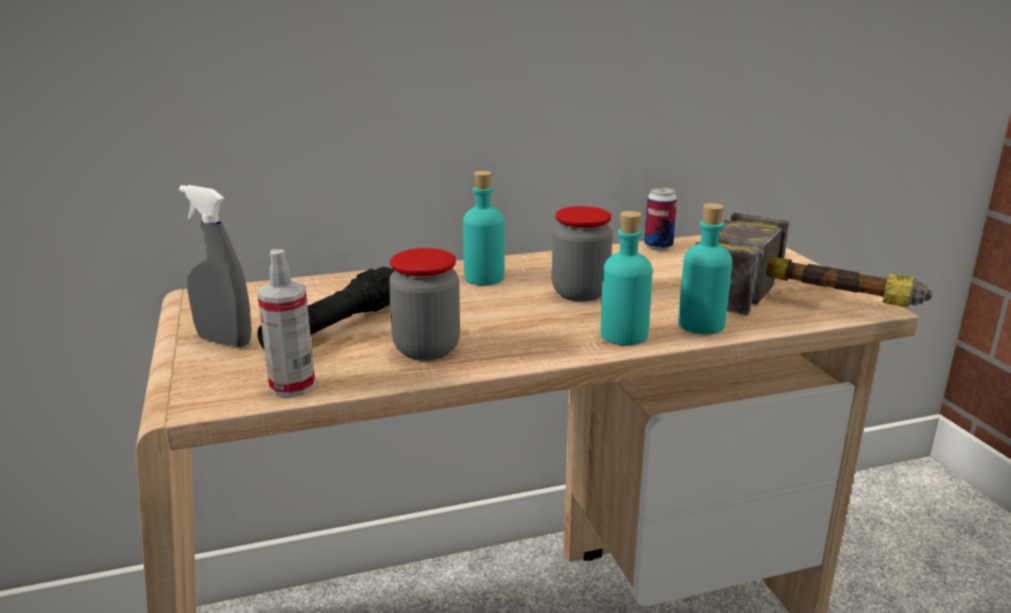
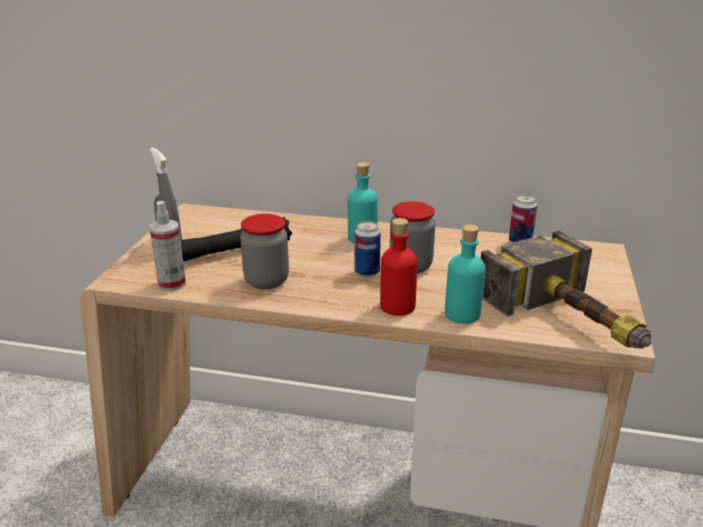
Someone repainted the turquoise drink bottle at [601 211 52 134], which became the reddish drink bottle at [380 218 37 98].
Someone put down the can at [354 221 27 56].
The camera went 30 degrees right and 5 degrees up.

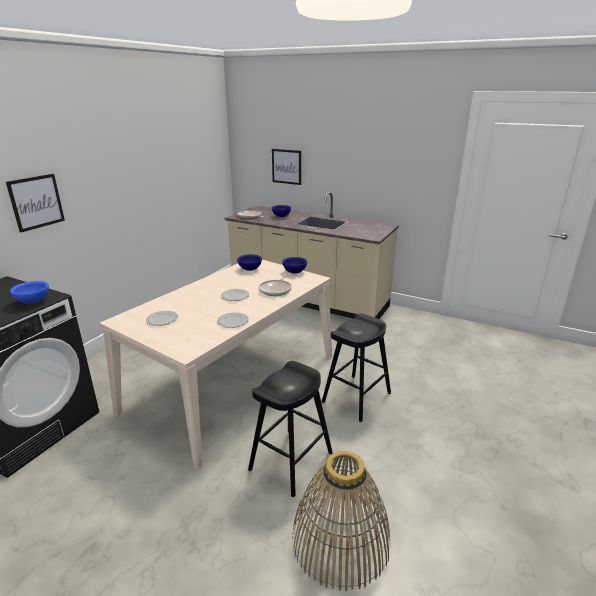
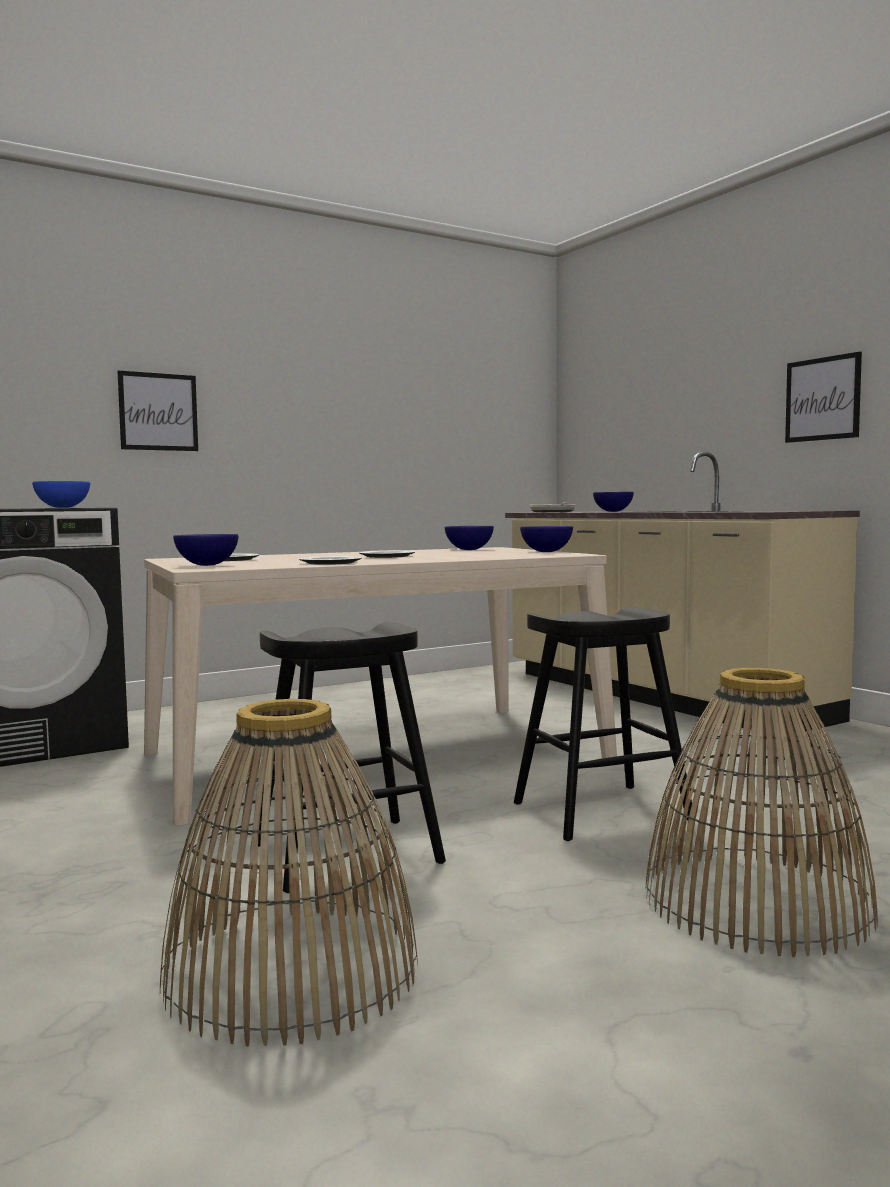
Someone took away the skillet at [259 273 33 23].
Someone carried the picture from [272 149 29 36] to [785 352 77 91].
Someone put down the blue-coloured deep dish at [173 534 66 32].
Someone put down the household basket at [646 668 232 289].
The camera went 30 degrees right and 20 degrees down.

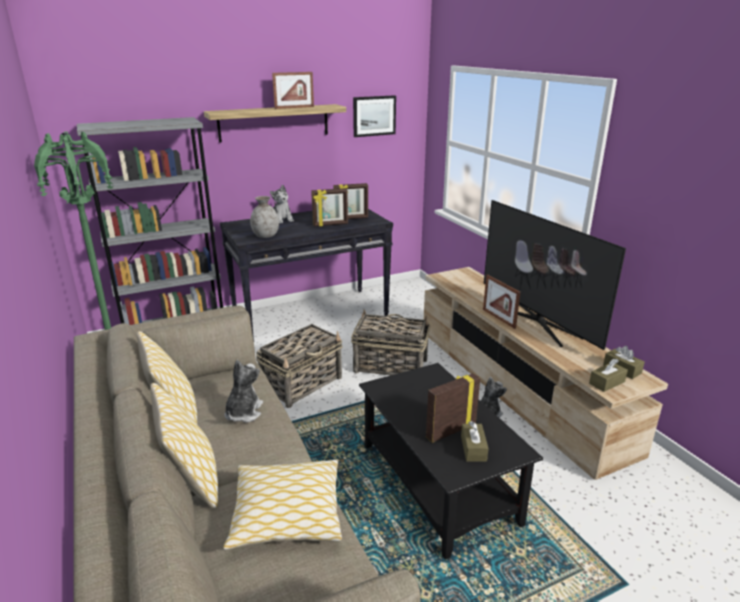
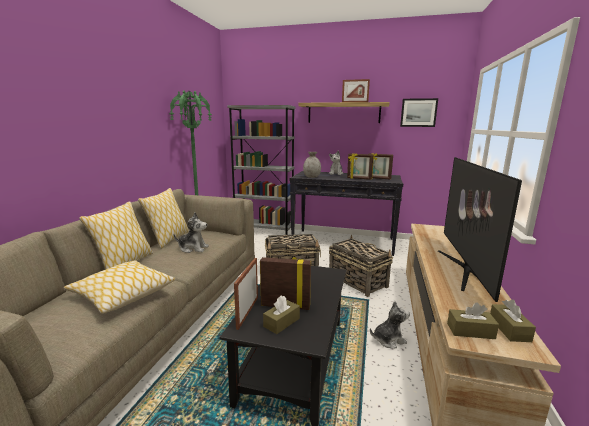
Someone rotated the cuddly toy at [224 360 39 63] by 45 degrees clockwise.
Someone carried the photo frame from [483 275 38 54] to [234 258 24 72].
The camera went 40 degrees right and 10 degrees down.

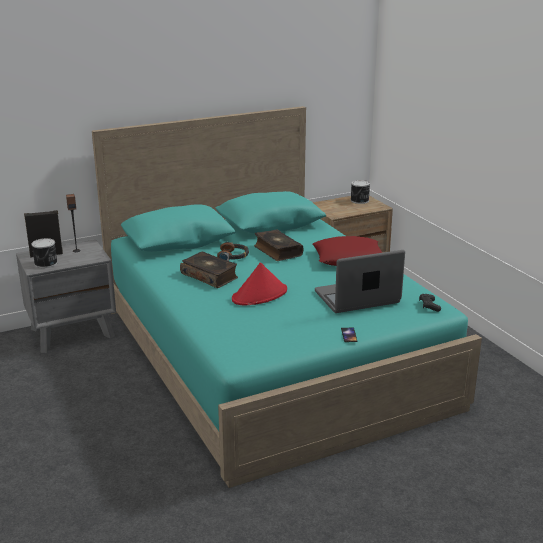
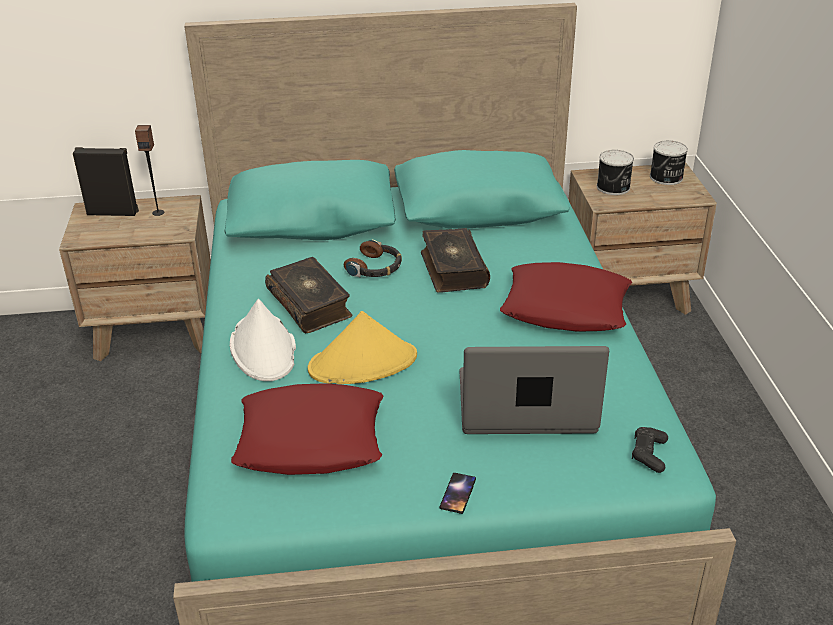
Someone repainted the greyish bedside table at [16 240 100 113], which became the brown-coloured bedside table at [59 195 152 166].
Someone carried the can from [32 238 26 30] to [597 150 37 45].
Someone repainted the reddish wearable hat at [232 262 55 43], which became the yellowish wearable hat at [308 311 109 73].
Someone put down the whitish wearable hat at [230 299 66 82].
Someone put down the reddish throw pillow at [231 383 152 92].
The camera went 20 degrees right and 10 degrees up.

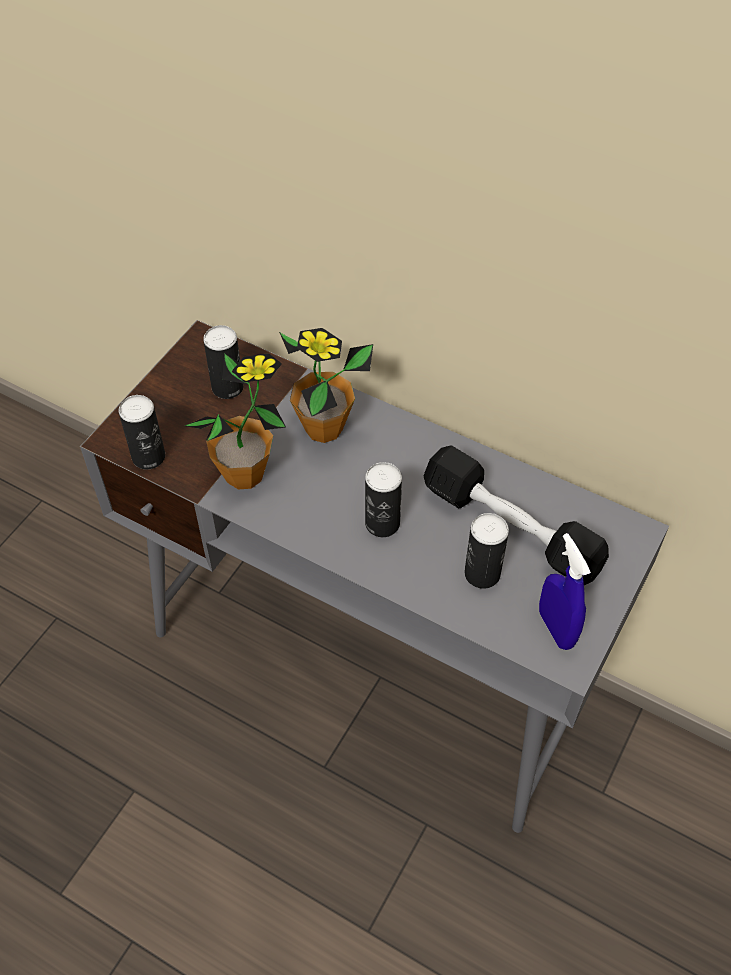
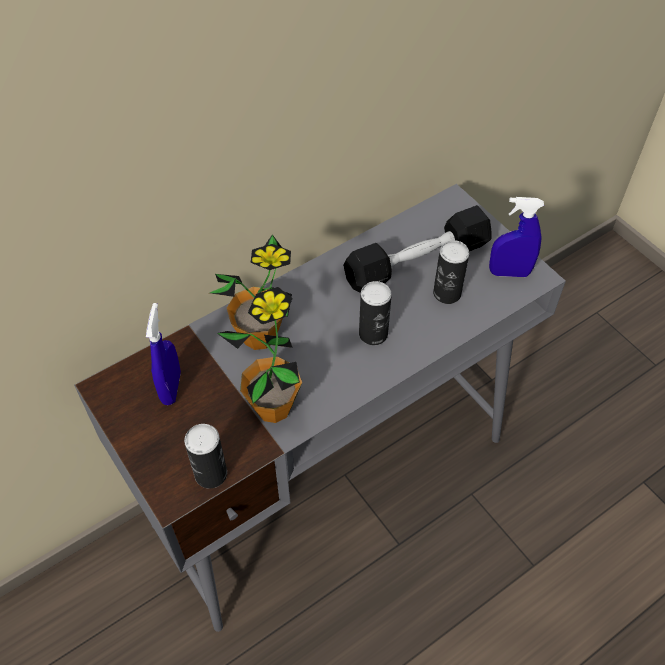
Someone swapped the can at [203 325 41 74] for the blue-coloured spray bottle at [146 303 35 102].
The camera went 65 degrees left and 0 degrees up.

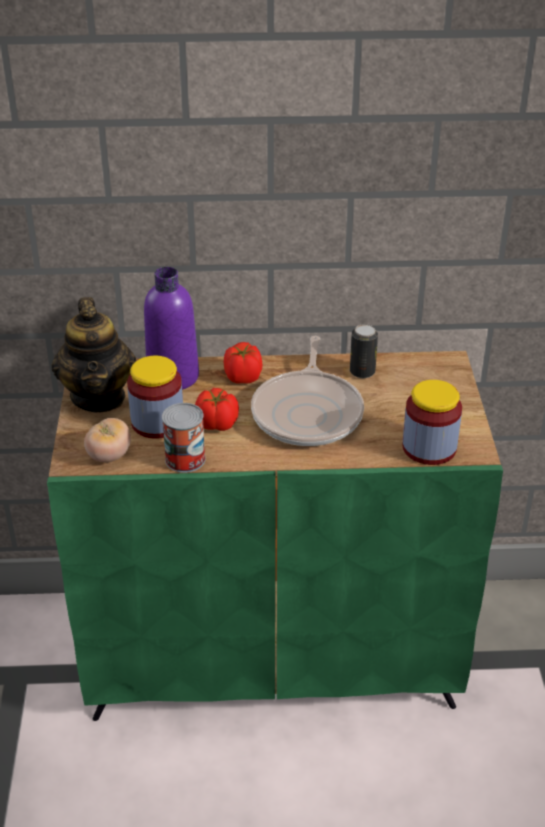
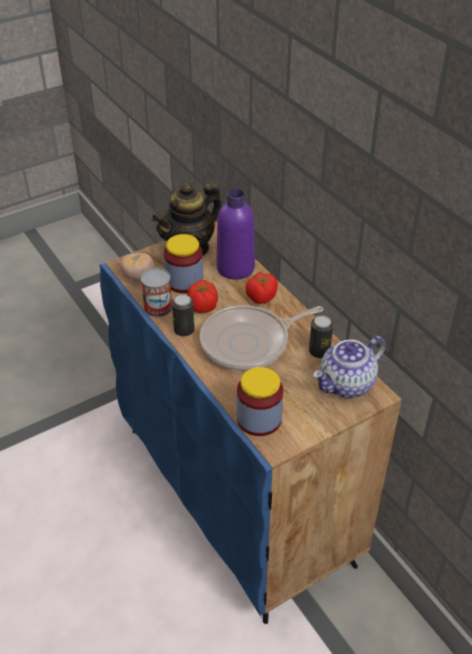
Someone repainted the green-coloured storage cabinet at [47 351 456 370], which became the blue-coloured storage cabinet at [99 222 302 402].
Someone put down the can at [172 294 23 42].
Someone put down the tea pot at [313 336 73 62].
The camera went 60 degrees right and 5 degrees up.

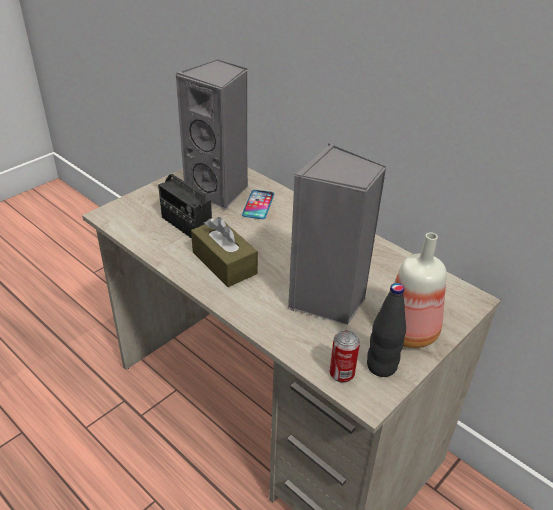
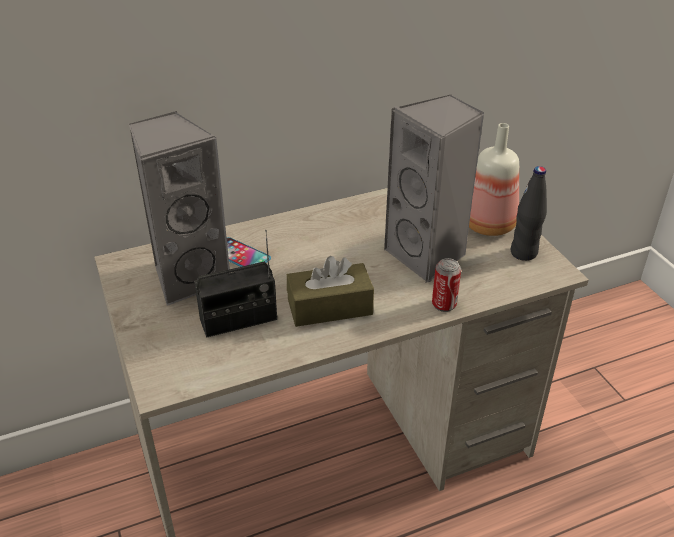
Someone carried the can from [330 330 30 53] to [432 258 29 54].
The camera went 65 degrees left and 0 degrees up.

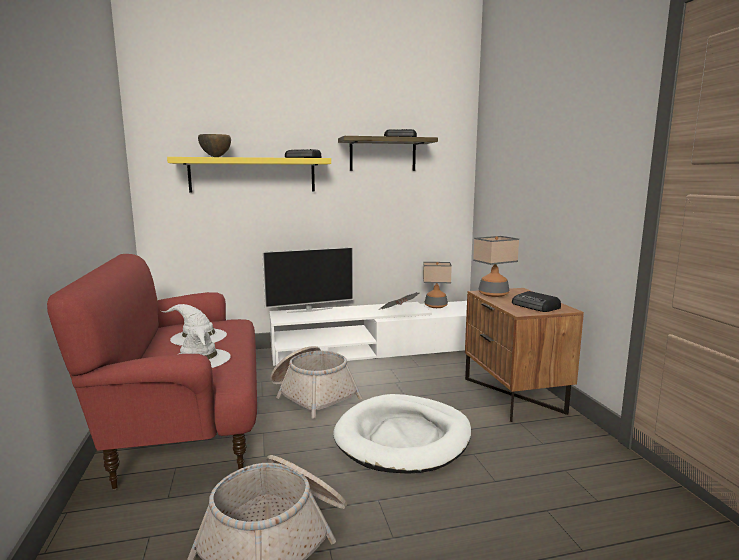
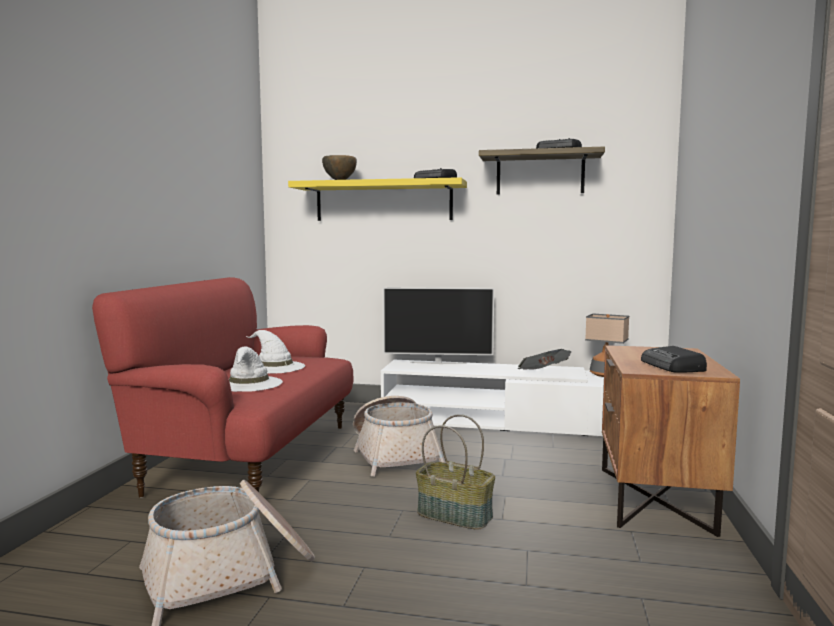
Someone swapped the whitish dog bed at [333 394 138 80] for the household basket at [416 414 79 116].
Someone took away the table lamp at [473 236 46 61].
The camera went 25 degrees right and 5 degrees down.

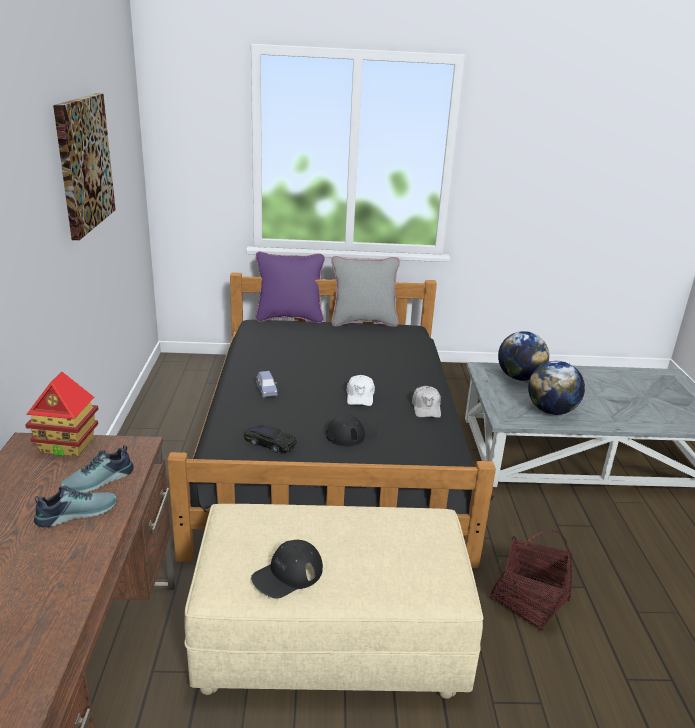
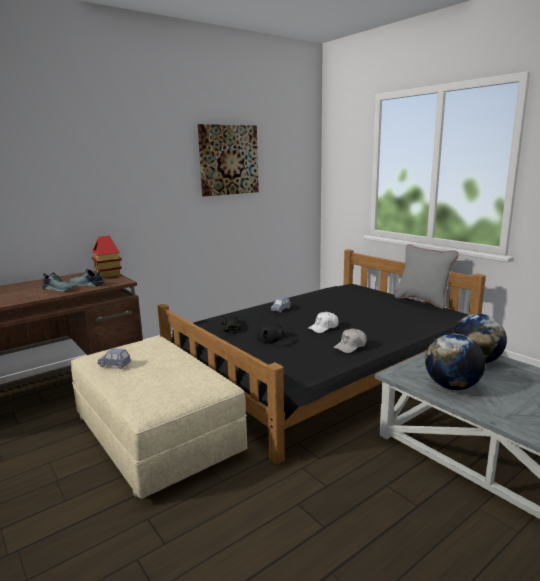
Someone swapped the black-coloured baseball cap at [251 539 72 60] for the blue-coloured model car at [97 348 34 21].
Someone took away the purplish throw pillow at [255 251 70 72].
Someone took away the household basket at [490 530 82 101].
The camera went 55 degrees right and 10 degrees down.

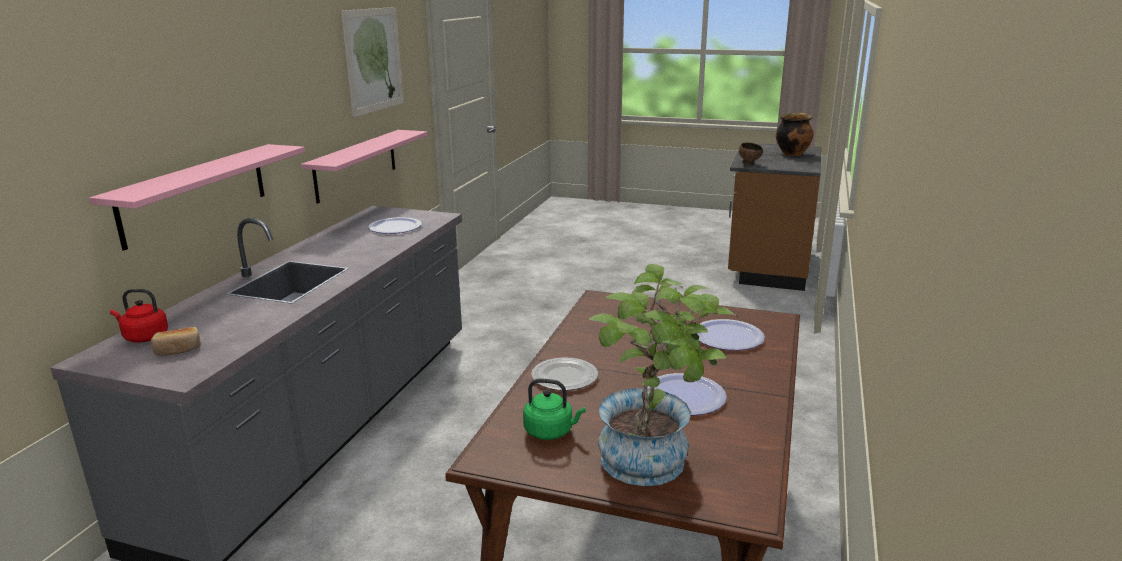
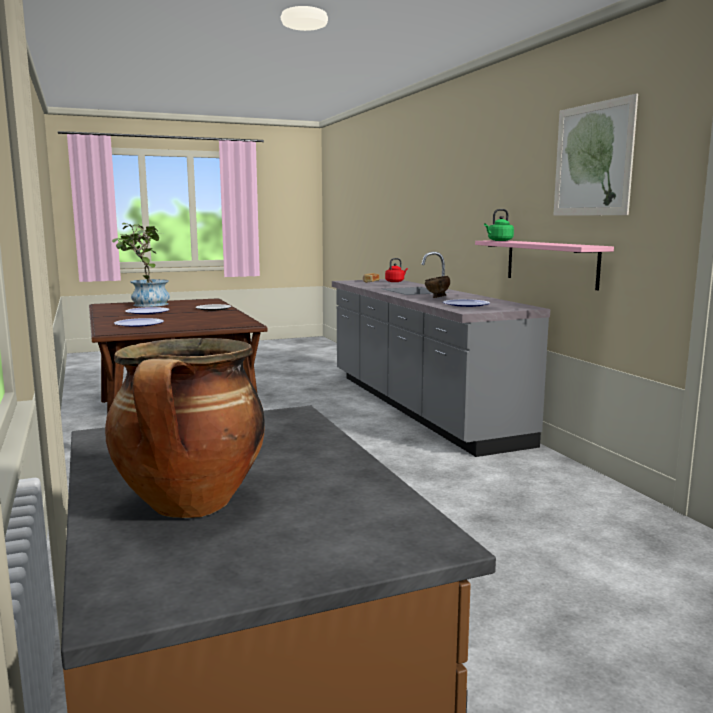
Someone took away the pink shelf at [89 144 216 107].
Someone carried the green-coloured tea kettle from [523 379 63 61] to [484 209 30 32].
Someone carried the brown-coloured deep dish from [739 143 24 23] to [425 276 25 22].
The camera went 140 degrees right and 10 degrees down.

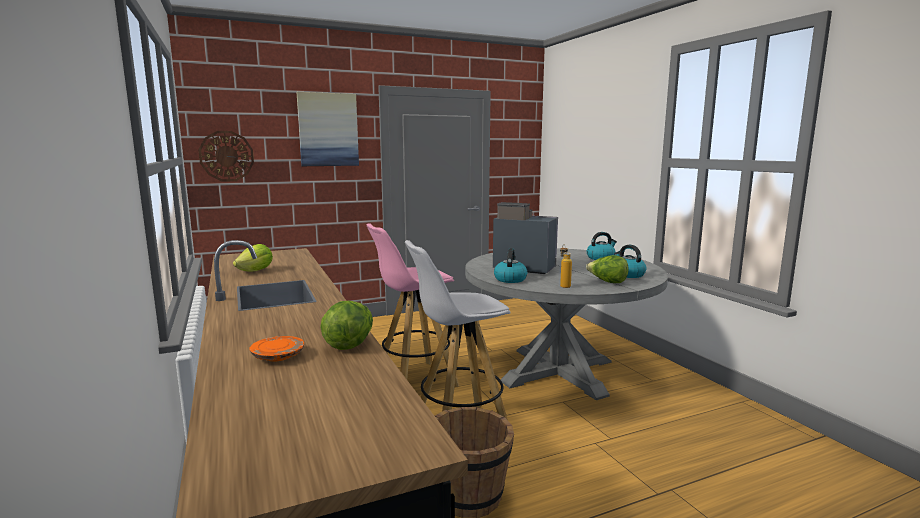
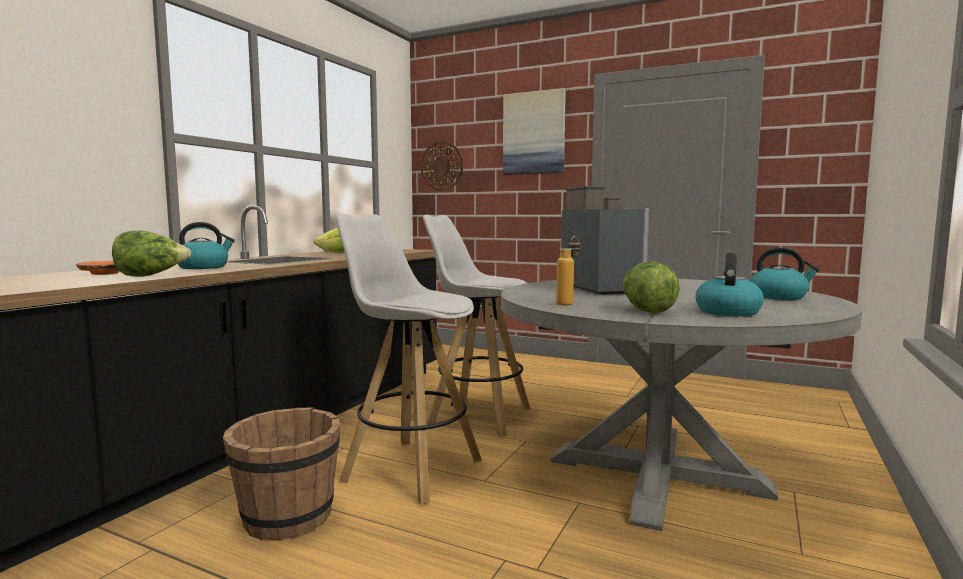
Someone repainted the pink stool seat at [367 223 92 165], which became the whitish stool seat at [423 215 107 222].
Someone carried the tea kettle from [494 248 33 35] to [178 222 57 47].
The camera went 50 degrees right and 5 degrees down.

